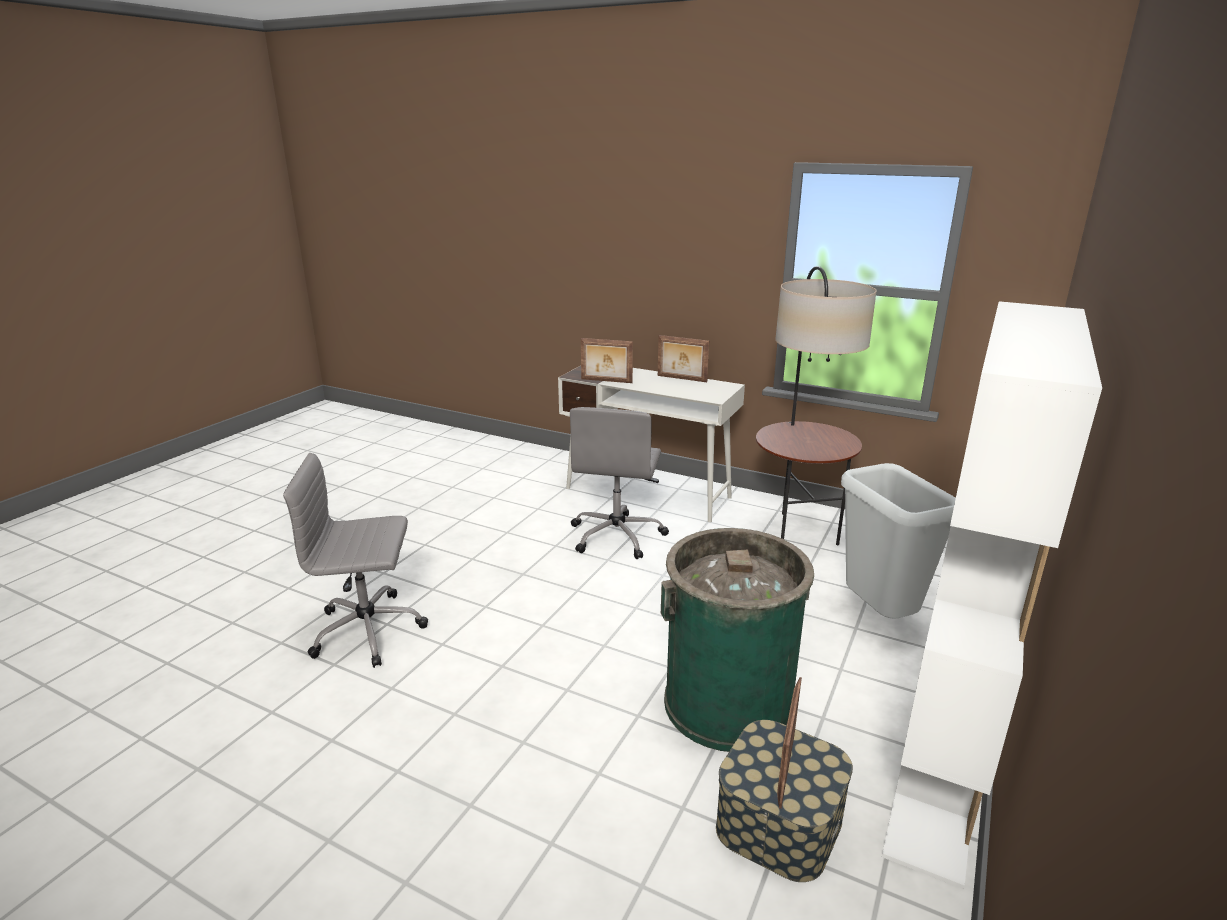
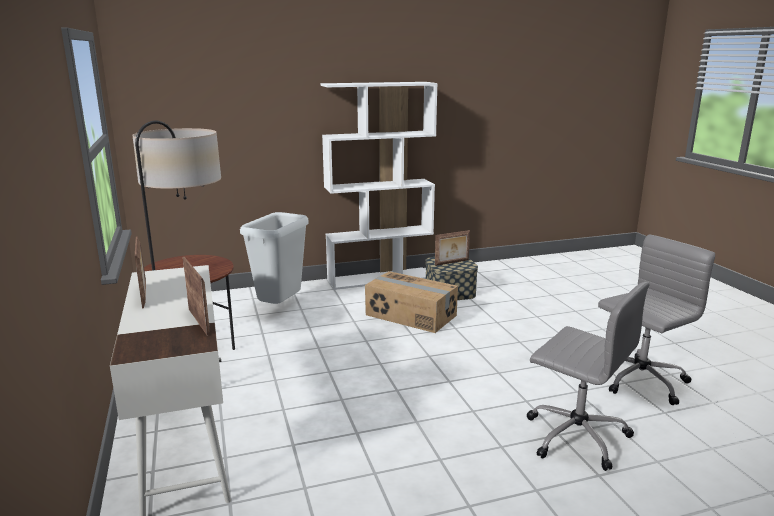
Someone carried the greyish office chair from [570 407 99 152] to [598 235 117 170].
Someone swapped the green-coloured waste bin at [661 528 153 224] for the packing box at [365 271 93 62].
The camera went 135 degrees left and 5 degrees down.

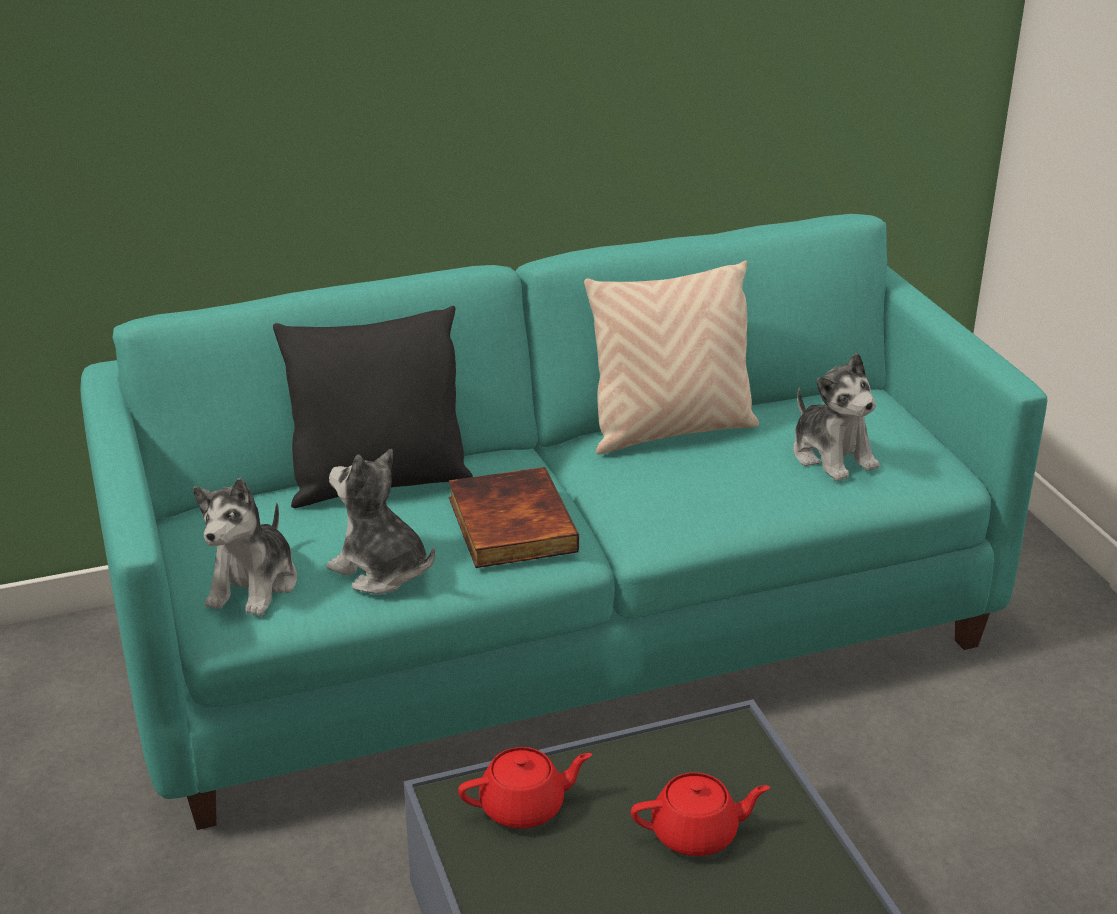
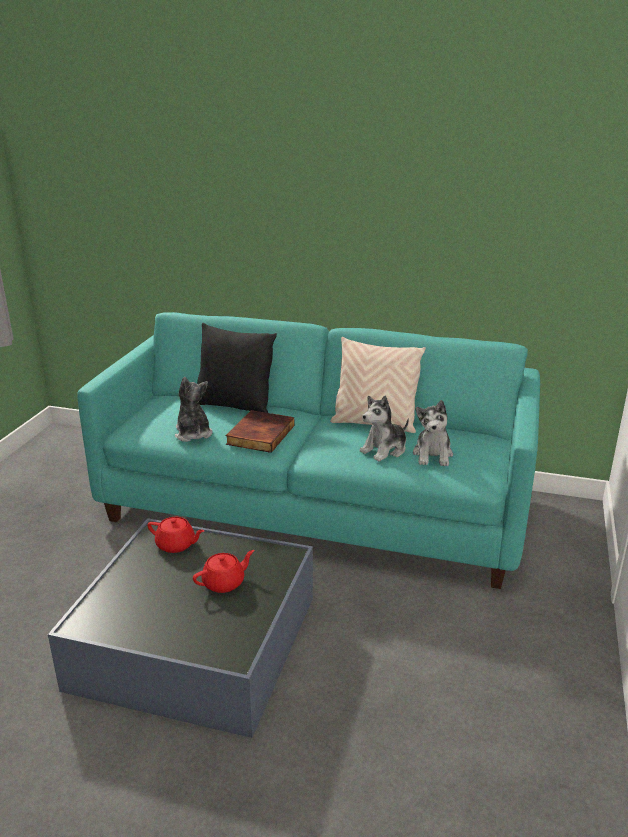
Someone carried the cuddly toy from [193 478 104 138] to [360 395 49 67].
Someone rotated the reddish tea pot at [631 773 139 83] by 60 degrees counterclockwise.
The camera went 35 degrees right and 5 degrees down.

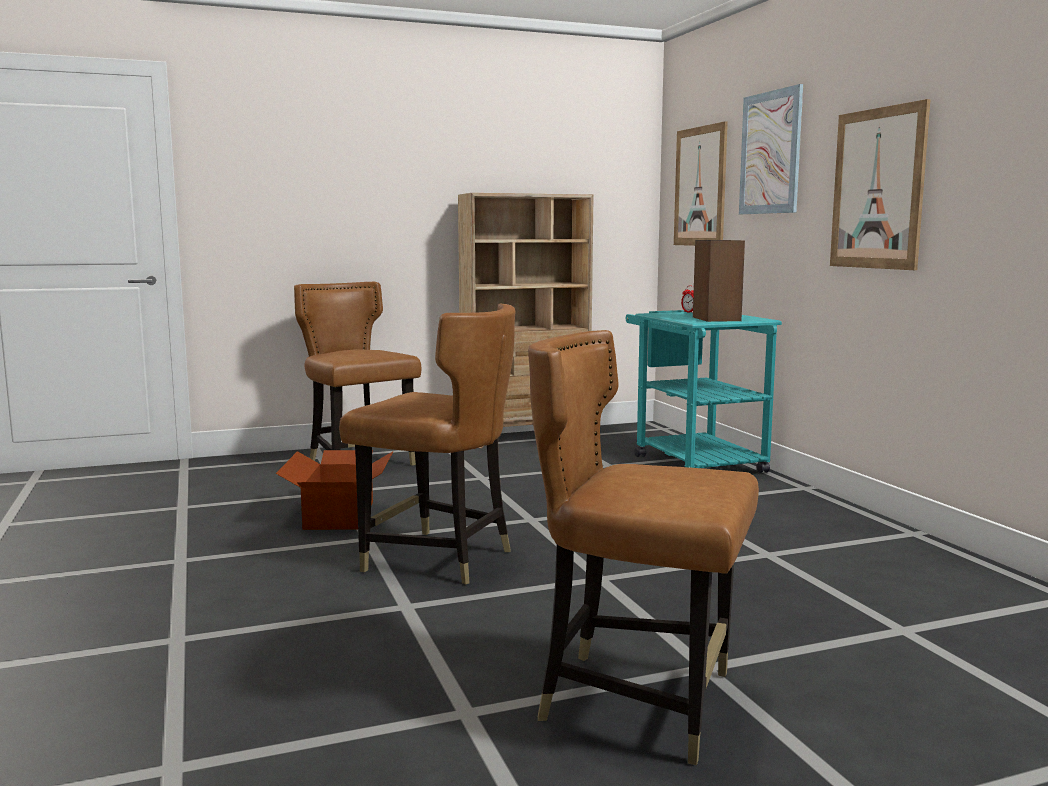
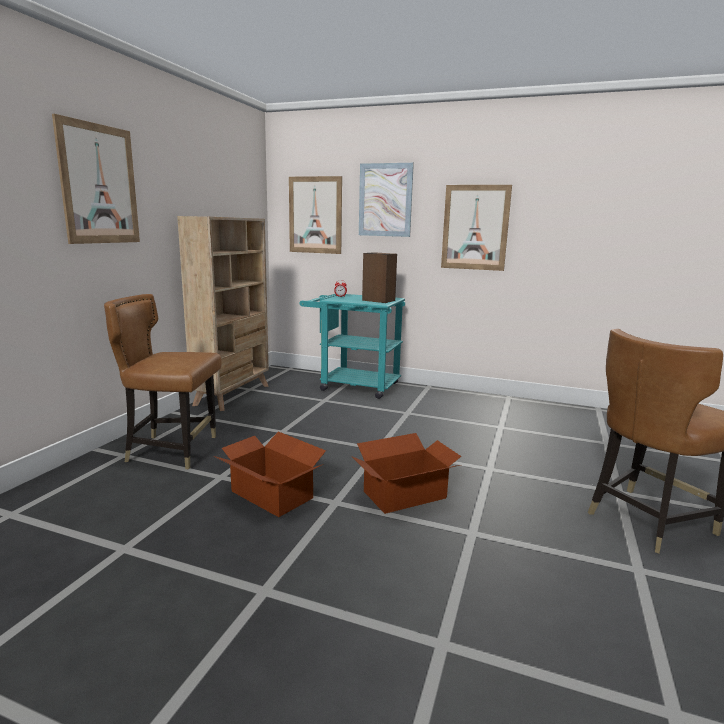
Someone swapped the brown-coloured plain chair at [339 304 176 281] for the packing box at [353 433 108 81].
Someone put up the picture at [52 114 88 130].
The camera went 50 degrees left and 5 degrees up.

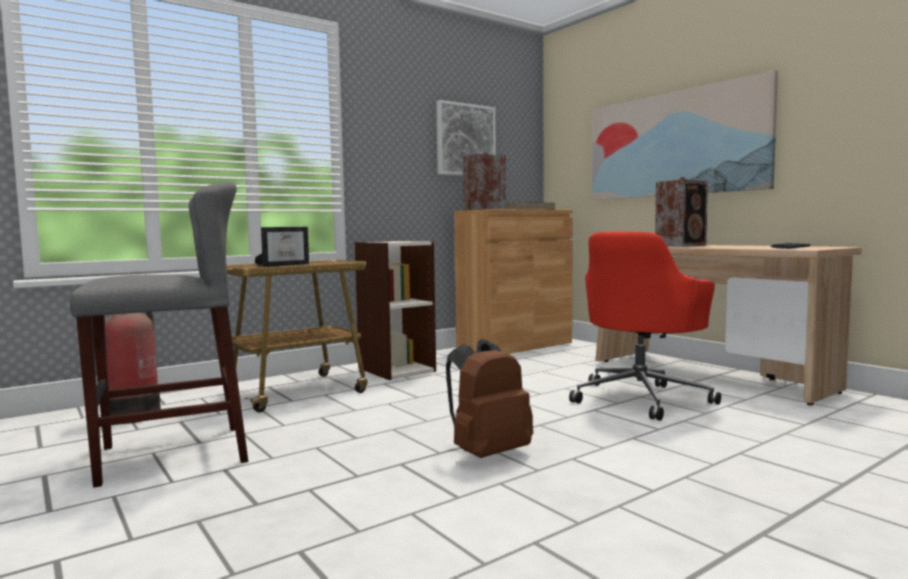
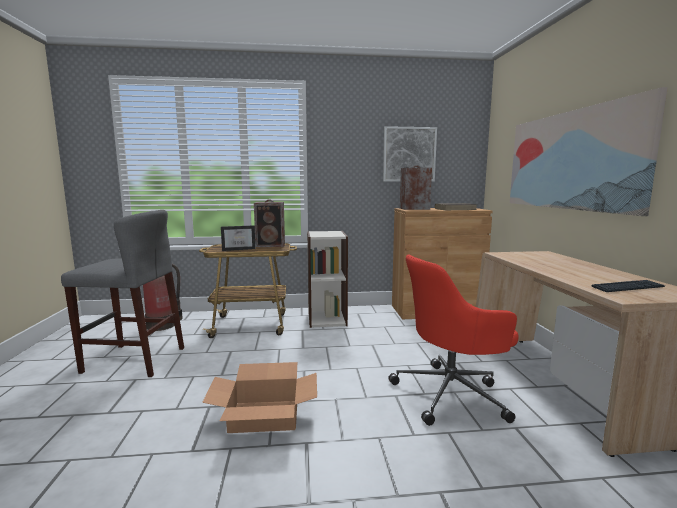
Someone swapped the brown-coloured knapsack at [446 339 87 119] for the packing box at [202 362 115 71].
Someone carried the speaker from [655 177 53 70] to [254 200 31 47].
The camera went 30 degrees right and 5 degrees up.

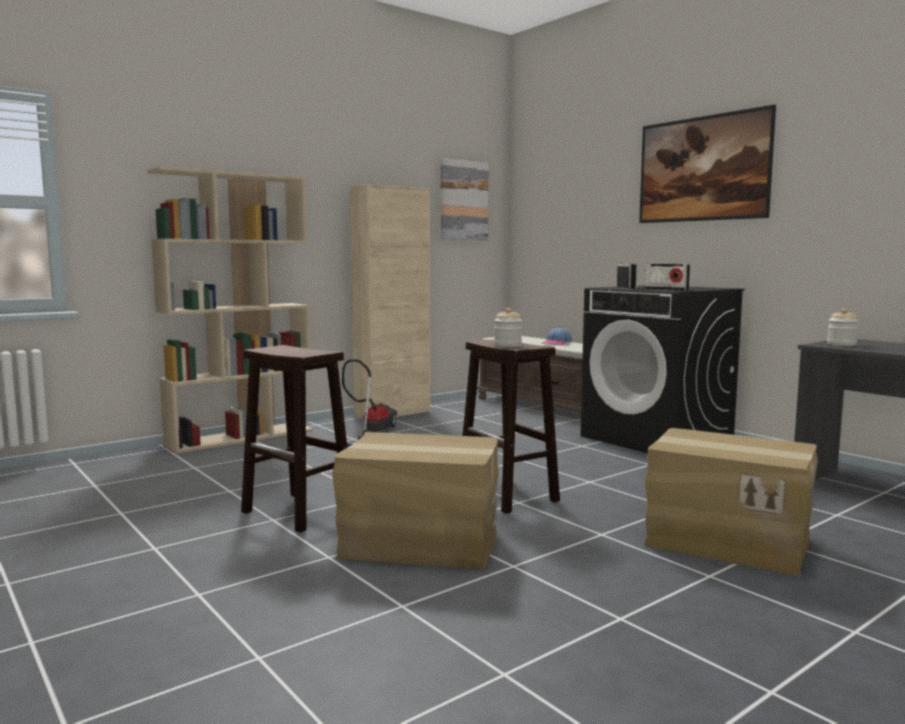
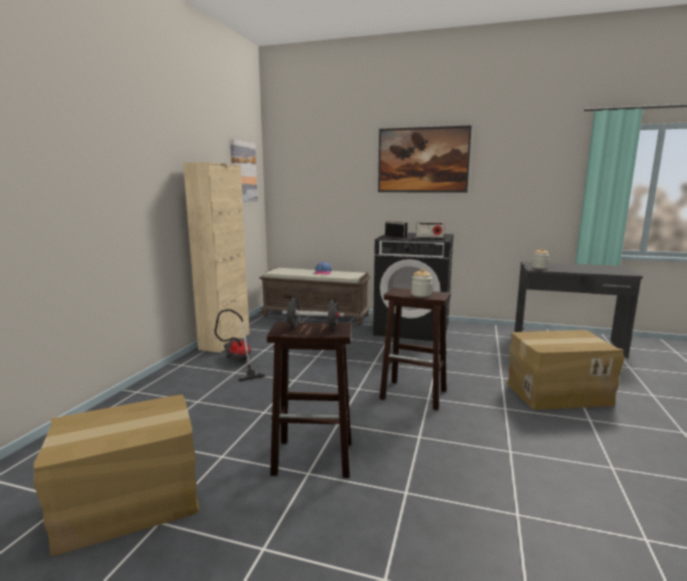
Someone took away the sand-coloured shelving unit at [147 166 166 288].
Someone carried the packing box from [332 432 167 137] to [34 394 165 162].
Someone put down the black-coloured dumbbell at [282 298 62 31].
The camera went 35 degrees left and 5 degrees up.

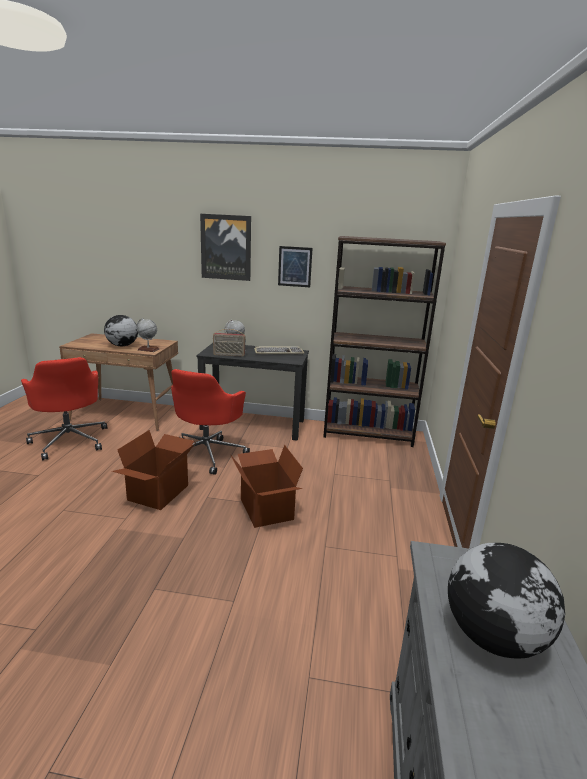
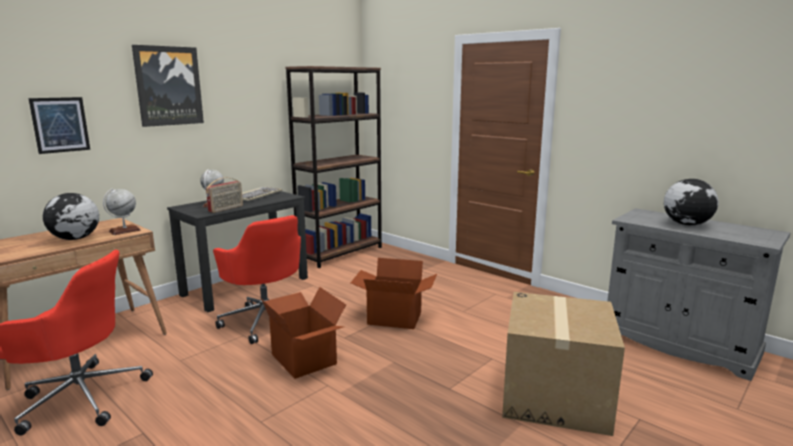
Someone carried the picture from [278 246 35 41] to [28 97 62 57].
Someone put down the packing box at [502 292 123 144].
The camera went 55 degrees left and 5 degrees down.

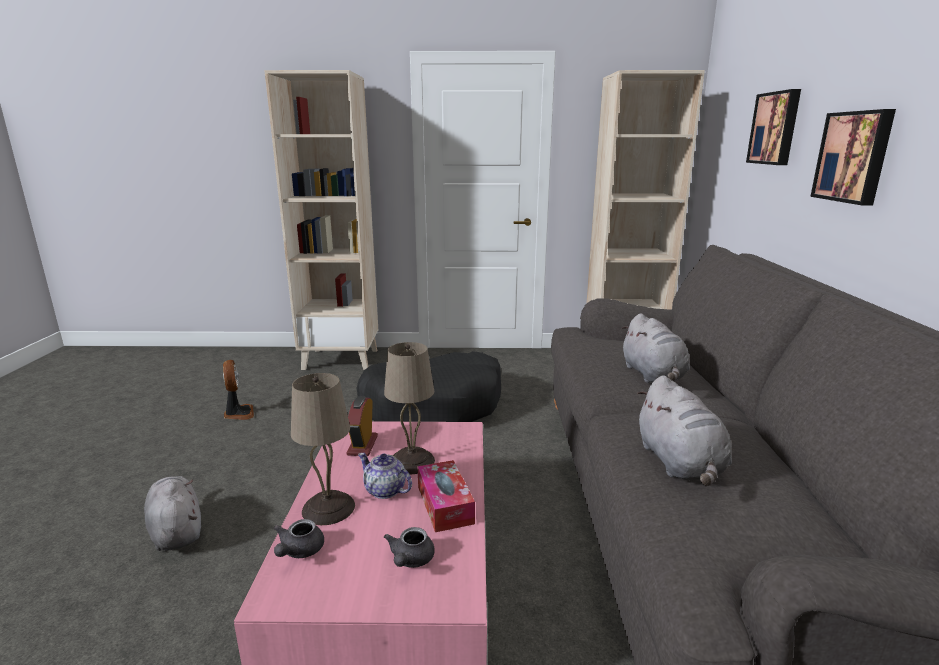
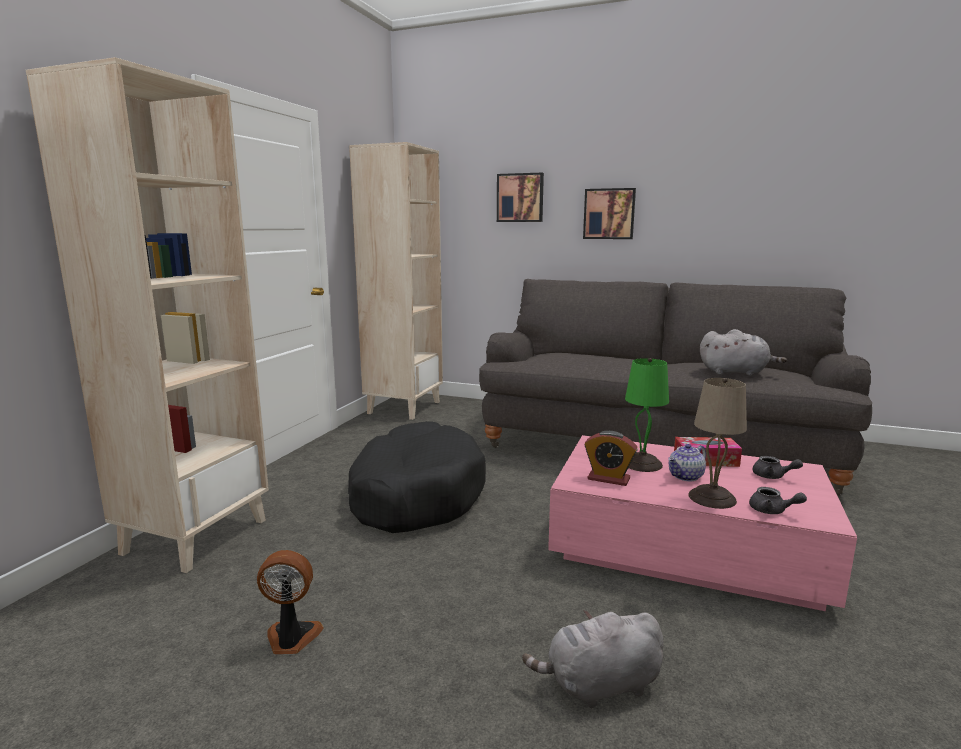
Someone repainted the sand-coloured table lamp at [384 342 51 132], which became the green-coloured table lamp at [625 358 44 114].
Someone took away the greyish cuddly toy at [621 313 69 70].
The camera went 70 degrees left and 5 degrees down.

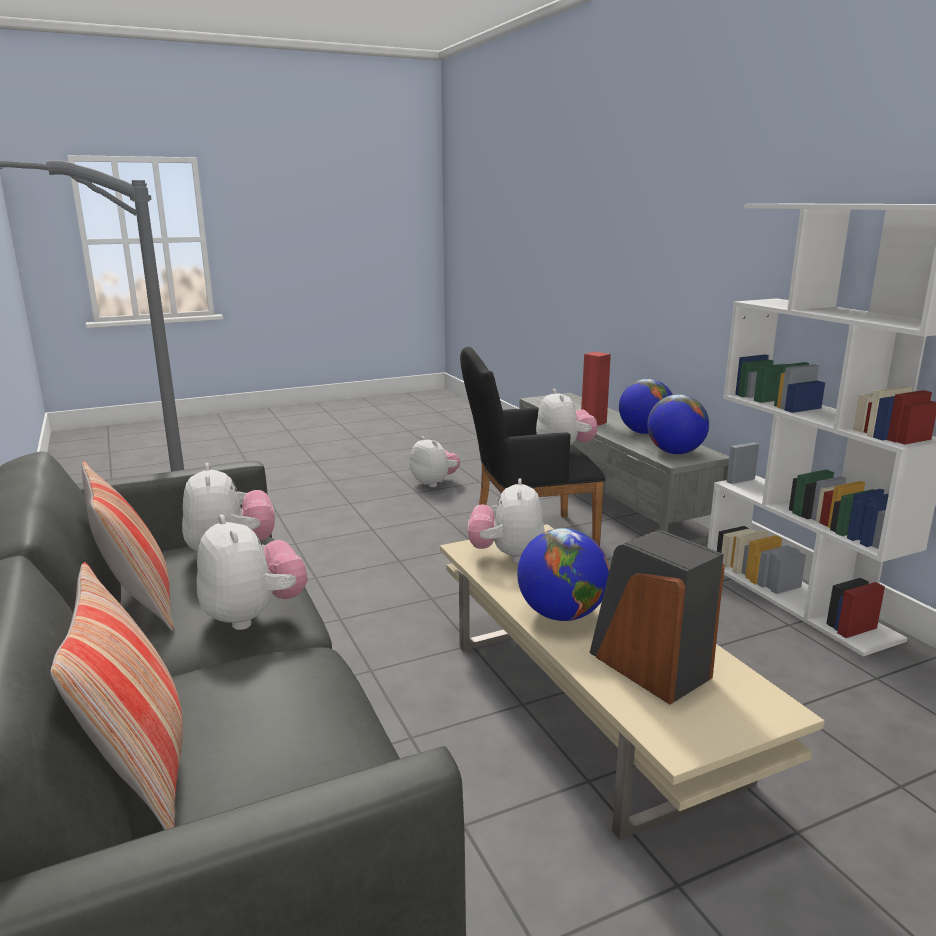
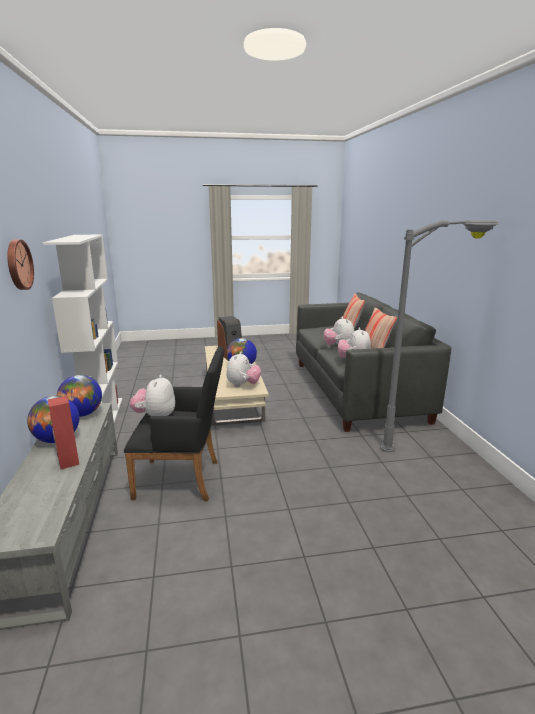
Someone took away the cuddly toy at [410 436 50 51].
Someone put up the wall clock at [7 239 27 51].
The camera went 165 degrees left and 0 degrees up.

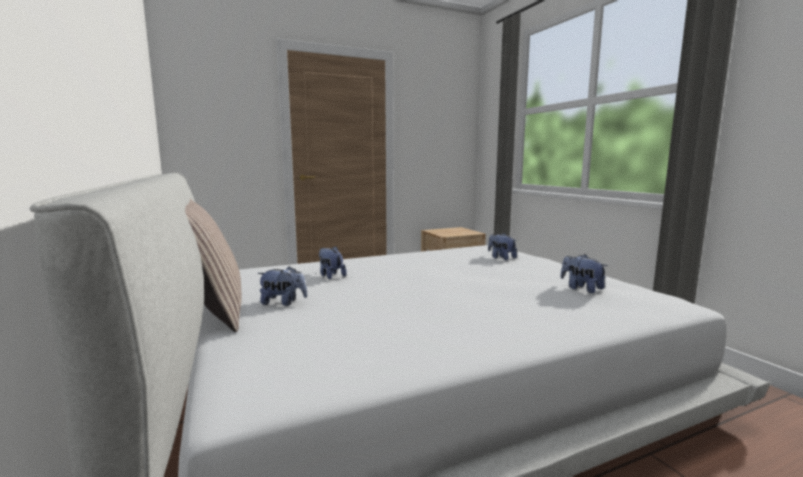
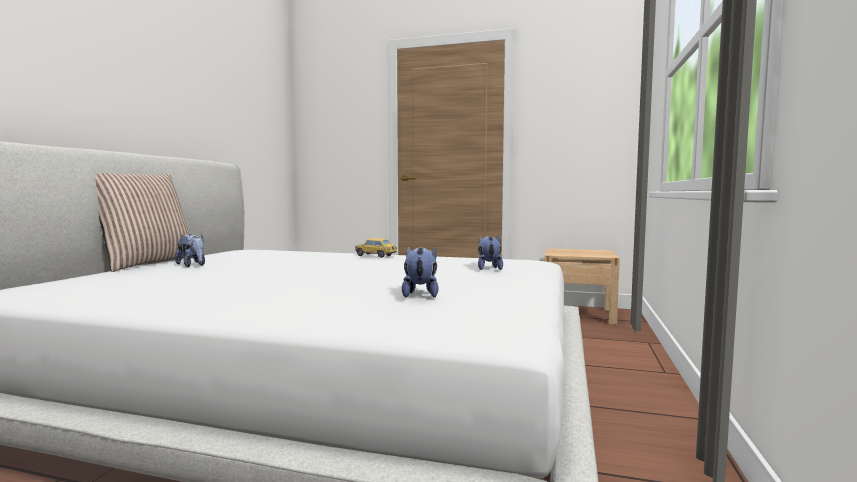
Someone took away the cuddly toy at [319 246 28 33].
Someone put down the model car at [355 238 42 20].
The camera went 40 degrees right and 5 degrees down.

